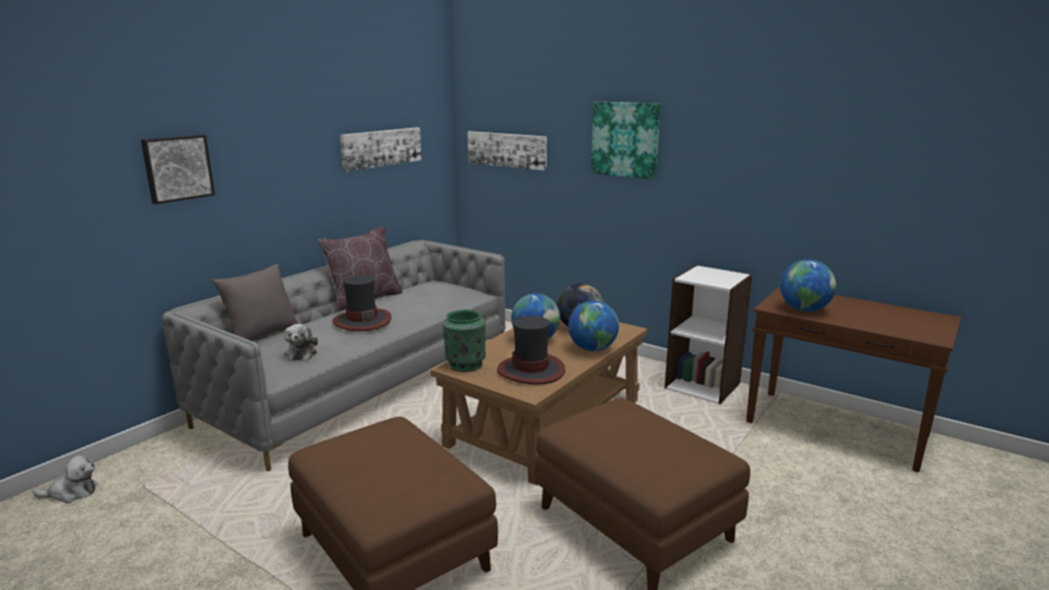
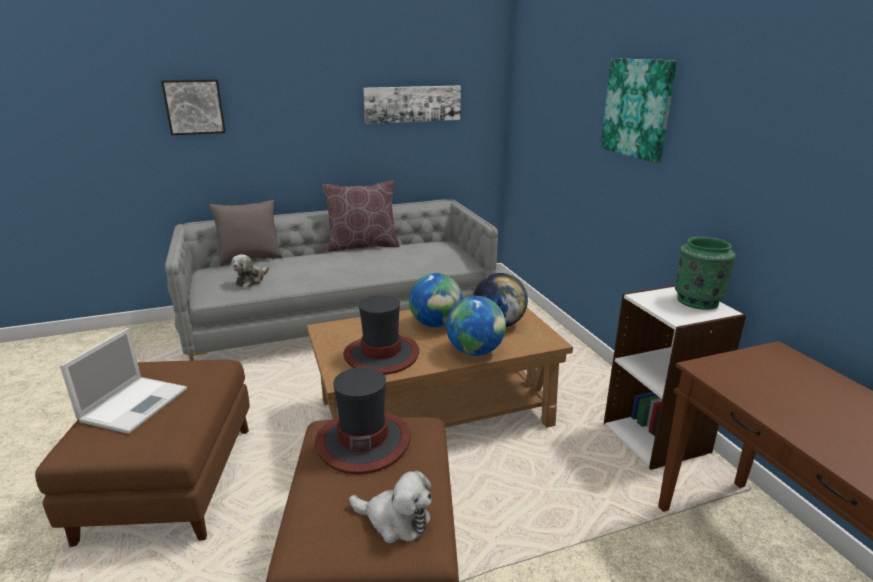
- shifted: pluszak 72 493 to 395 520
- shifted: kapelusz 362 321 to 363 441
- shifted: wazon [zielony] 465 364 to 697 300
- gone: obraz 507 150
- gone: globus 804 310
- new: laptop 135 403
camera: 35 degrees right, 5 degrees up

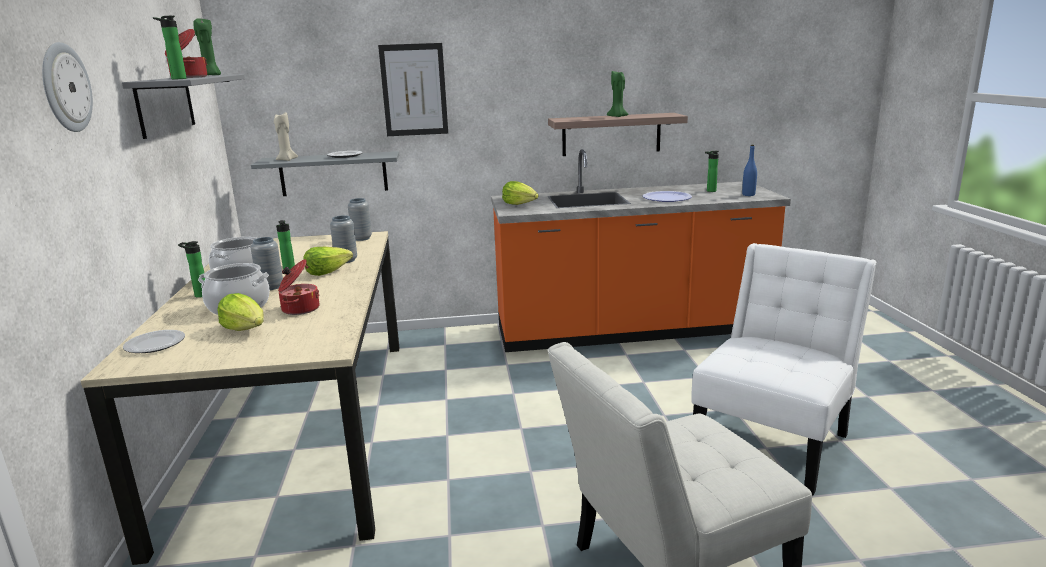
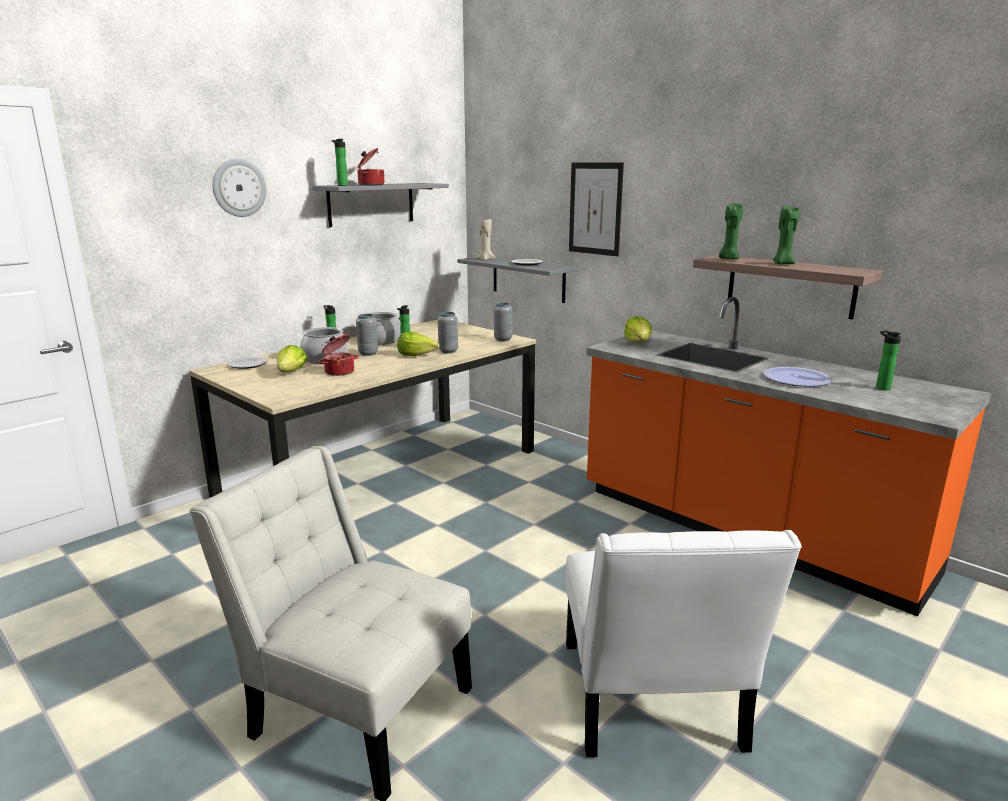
- shifted: świeca [zielony] 210 75 to 728 259
- rotated: krzesło [biały] 773 440 = 651 703 90 degrees clockwise
- gone: butelka [niebieski] 748 195
camera: 50 degrees right, 0 degrees up

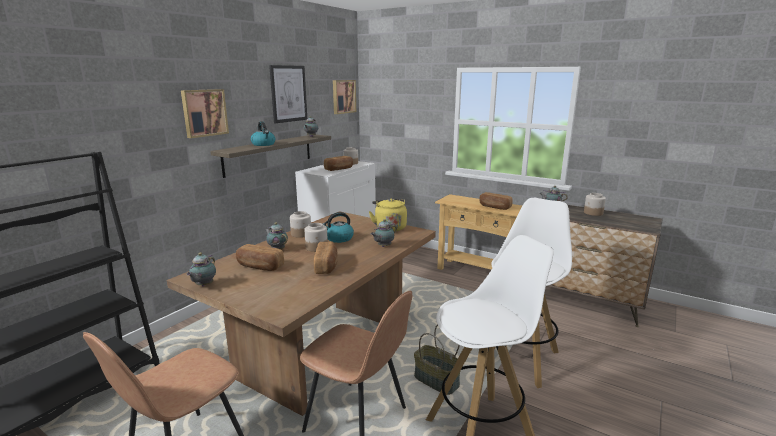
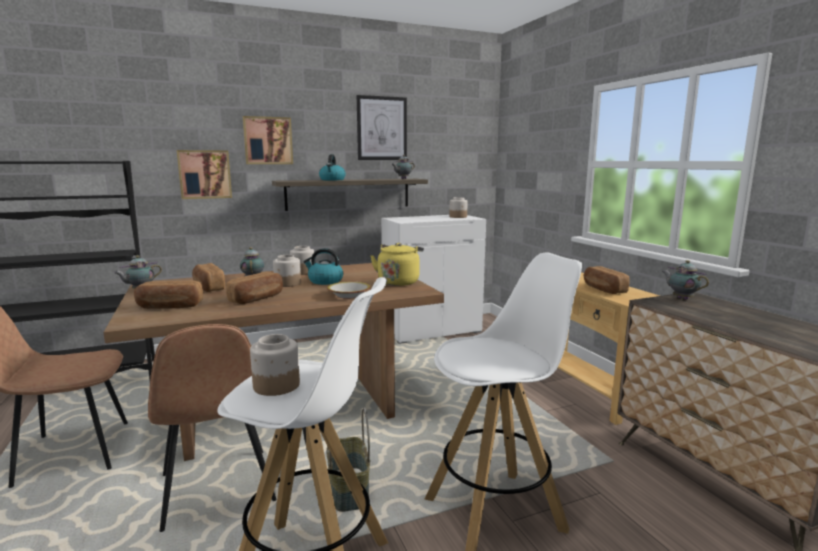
- shifted: chleb 339 169 to 170 306
- shifted: obraz 343 96 to 205 174
- swapped: imbryk 383 246 to miska 349 295
- shifted: słoik 593 213 to 276 385
camera: 35 degrees right, 5 degrees down

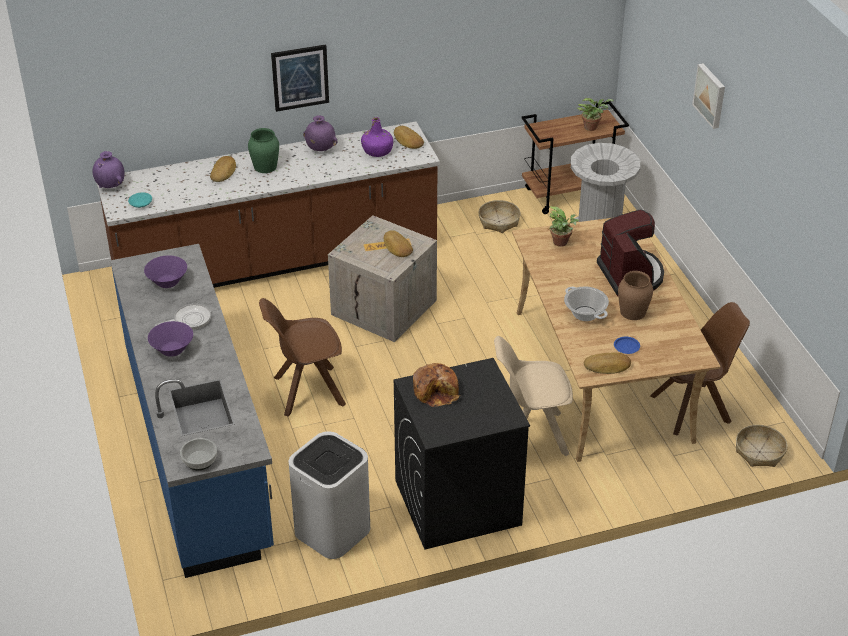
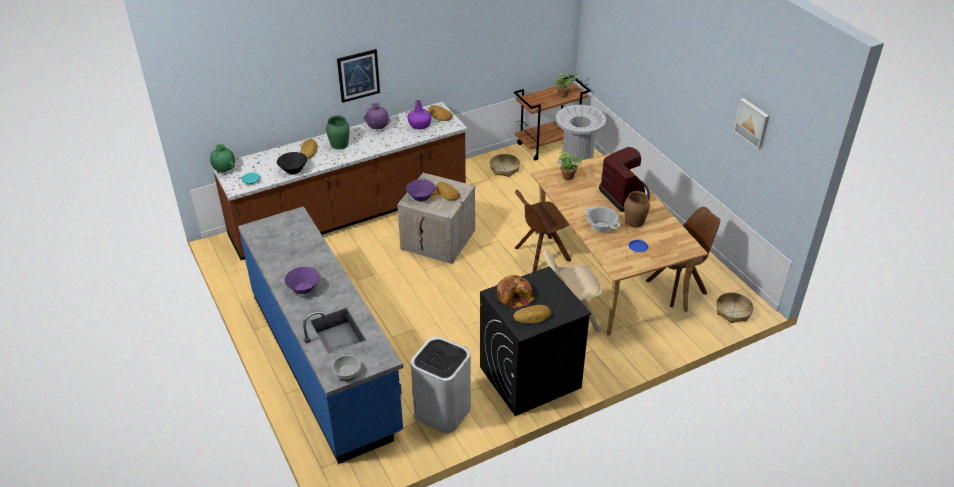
- repainted: wazon [fioletowy] 111 186 to wazon [zielony] 225 170
- shifted: miska [fioletowy] 167 282 to 421 197
- gone: patelnia 190 320
- shifted: krzesło [brązowy] 306 391 to 540 254
- shifted: chleb 607 366 to 533 317
- shifted: obraz 710 95 to 752 123
- new: miska [czarny] 293 170
camera: 10 degrees left, 0 degrees up

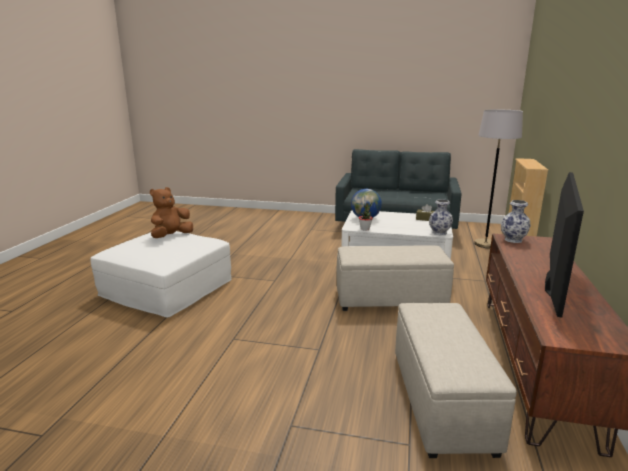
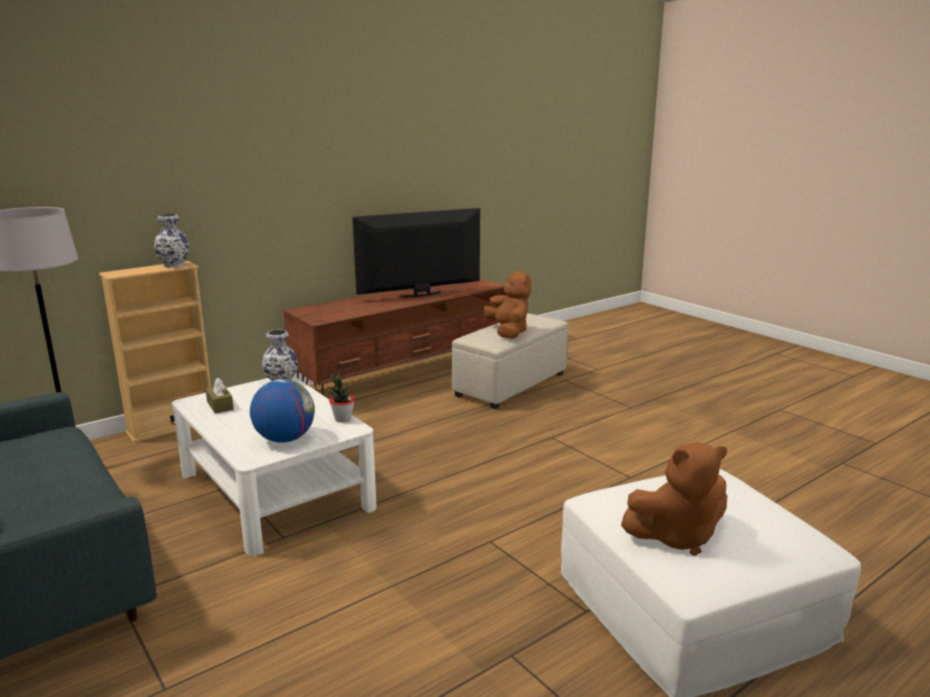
- gone: pufa [beżowy] 391 300
- shifted: wazon 513 240 to 174 265
- new: pluszak [brązowy] 508 332
camera: 140 degrees left, 0 degrees up

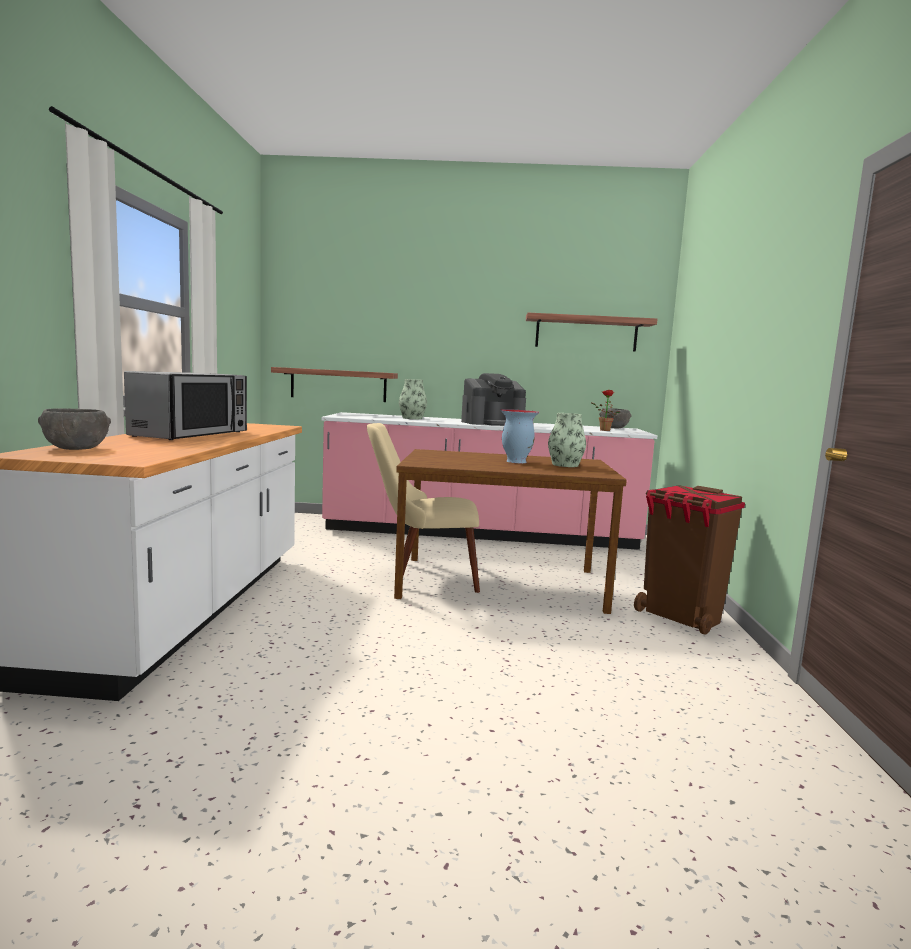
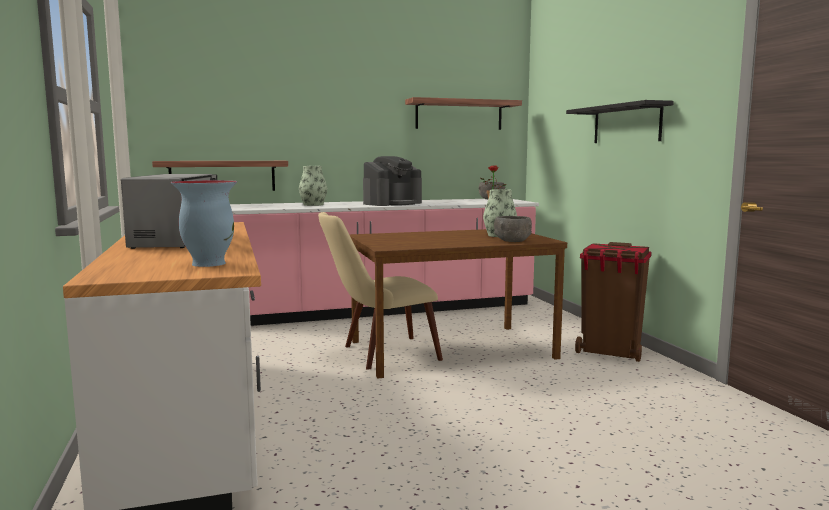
- shifted: miska [szary] 76 448 to 512 241
- shifted: wazon 515 461 to 207 263
- new: półka [czarny] 626 124
camera: 20 degrees left, 0 degrees up

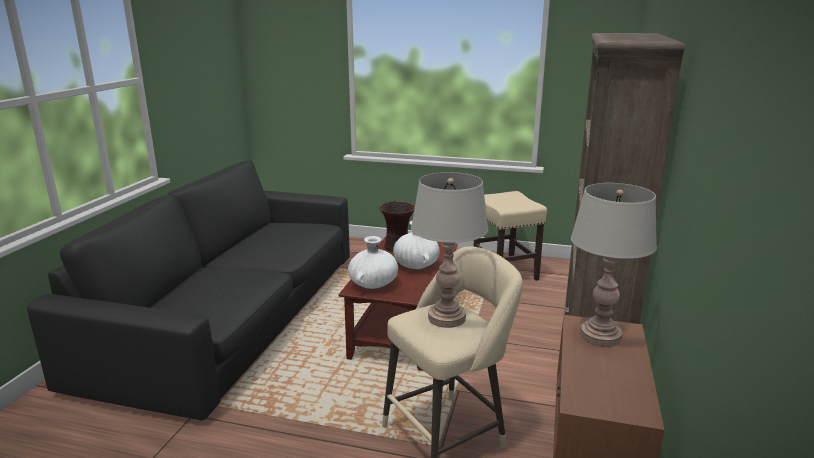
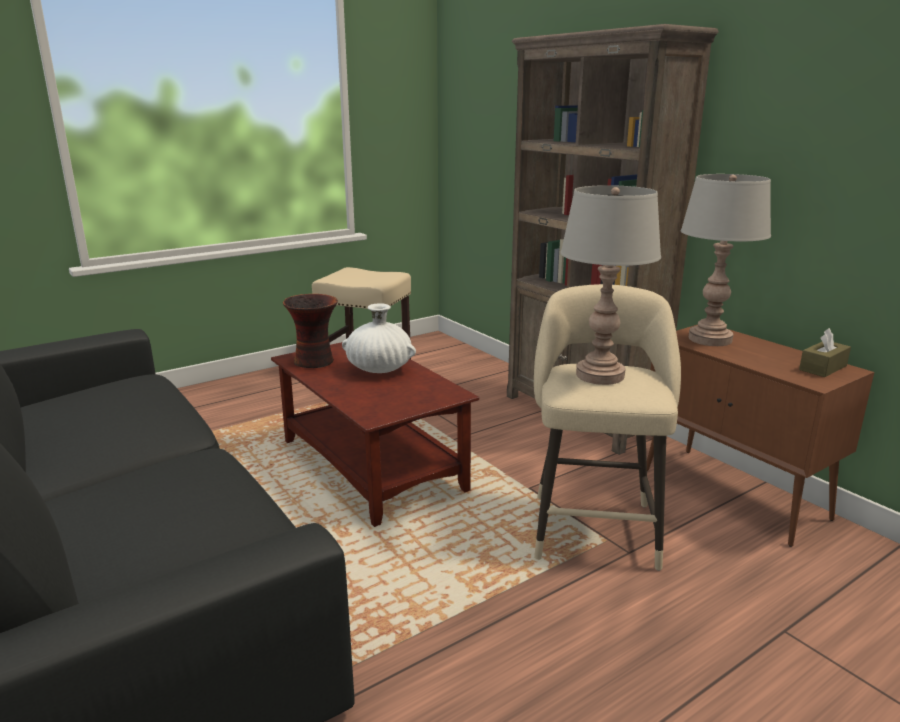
- gone: wazon [biały] 373 284
- new: pudełko chusteczek [brązowy] 823 368
camera: 50 degrees left, 0 degrees up

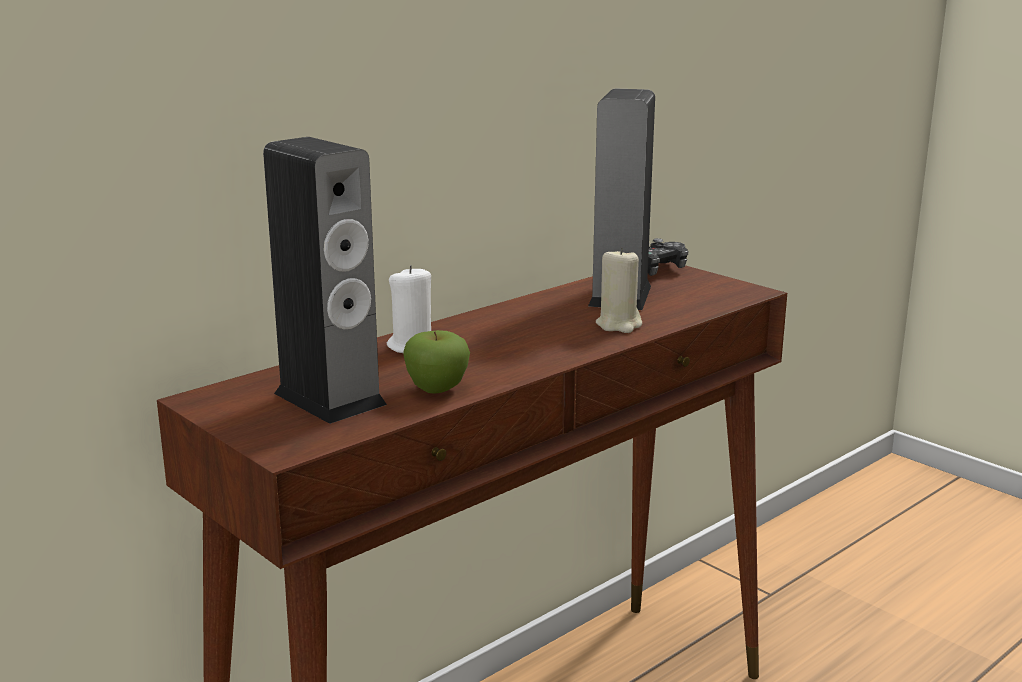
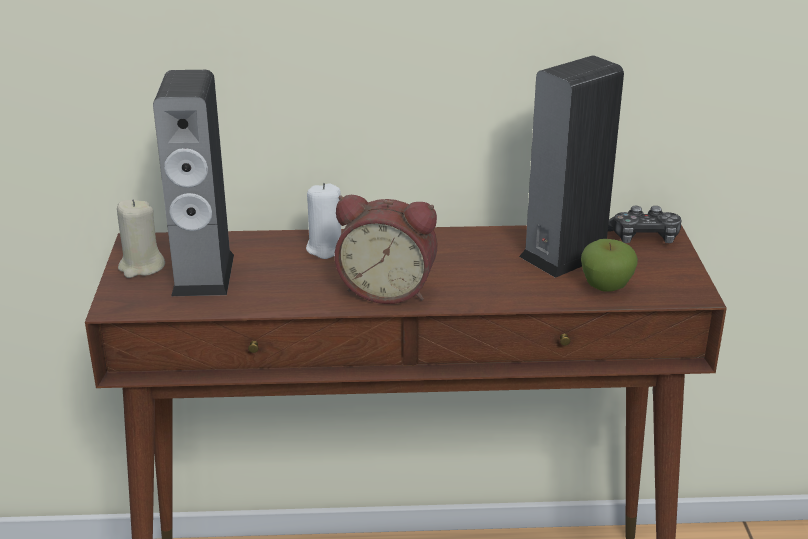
- shifted: jabłko 437 389 to 606 287
- shifted: świeca [beżowy] 619 325 to 141 267
- new: budzik 388 289
camera: 40 degrees right, 10 degrees up

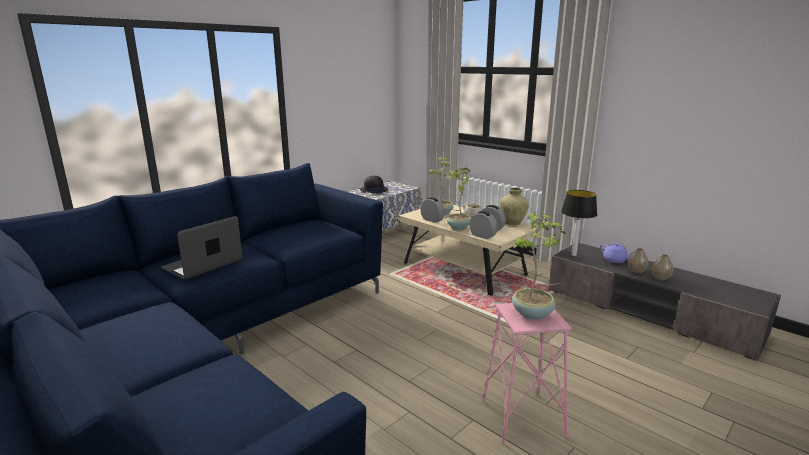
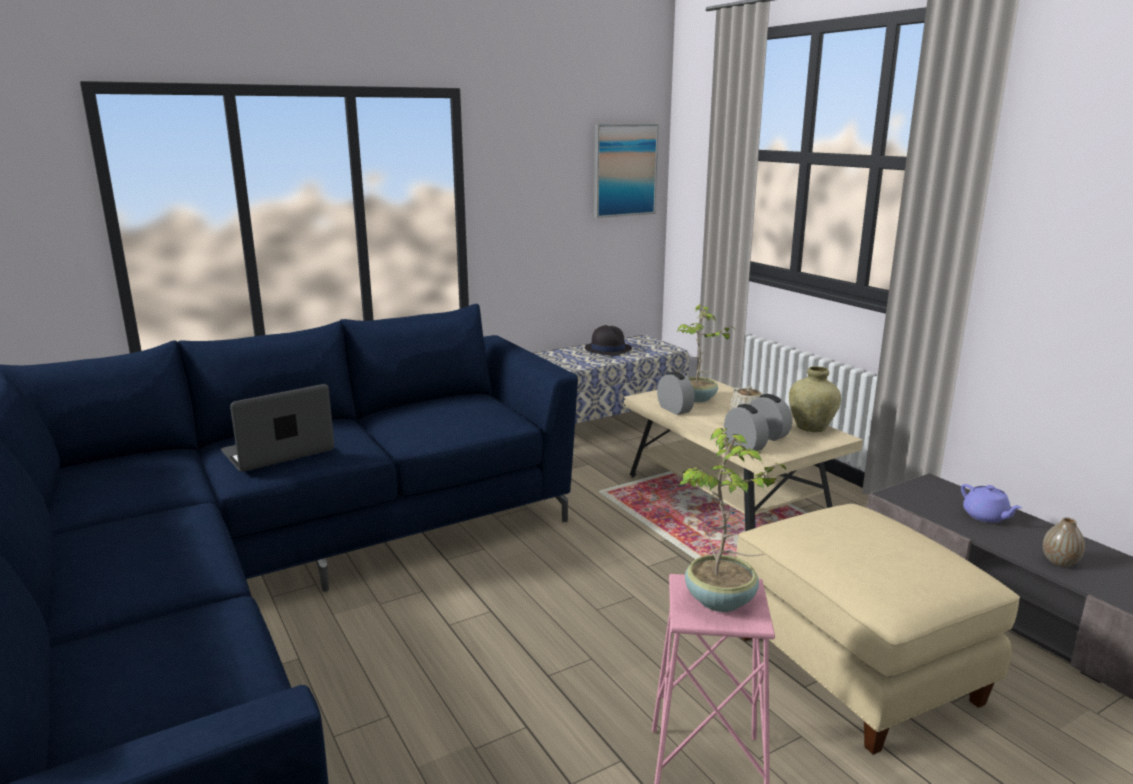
- gone: roślina doniczkowa 458 227
- gone: lampa stołowa 573 255
- gone: wazon 636 271
- new: obraz 624 170
- new: pufa [beżowy] 857 668
camera: 15 degrees right, 0 degrees up

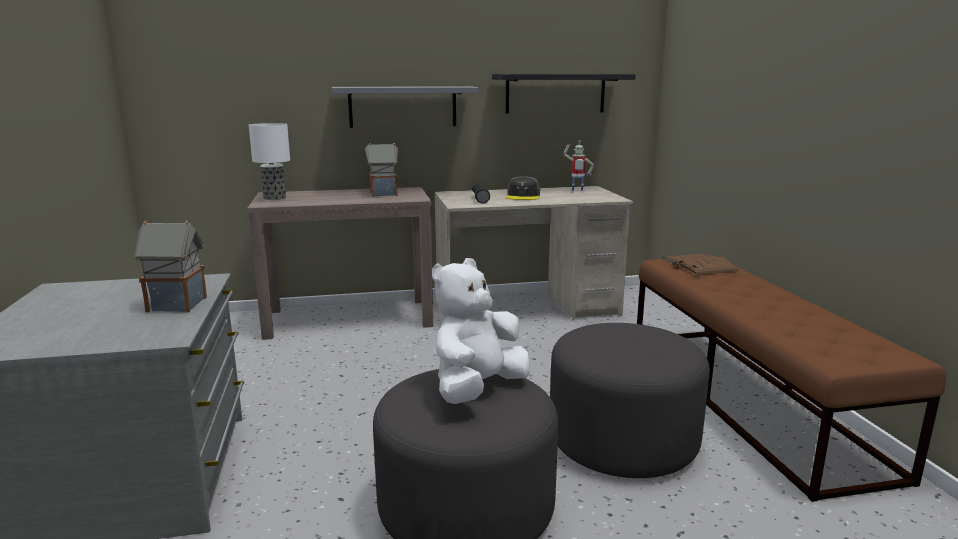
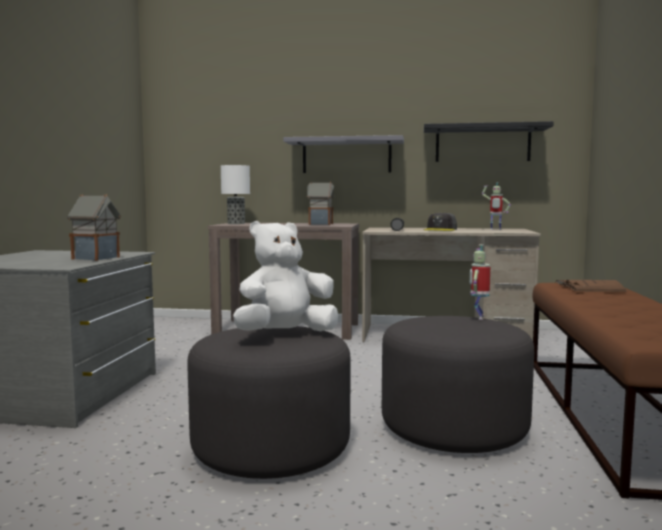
- new: robot zabawkowy 478 317
camera: 20 degrees right, 10 degrees down

